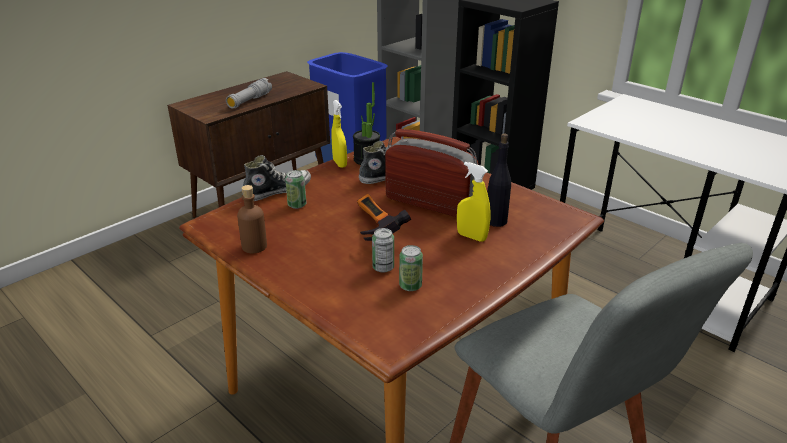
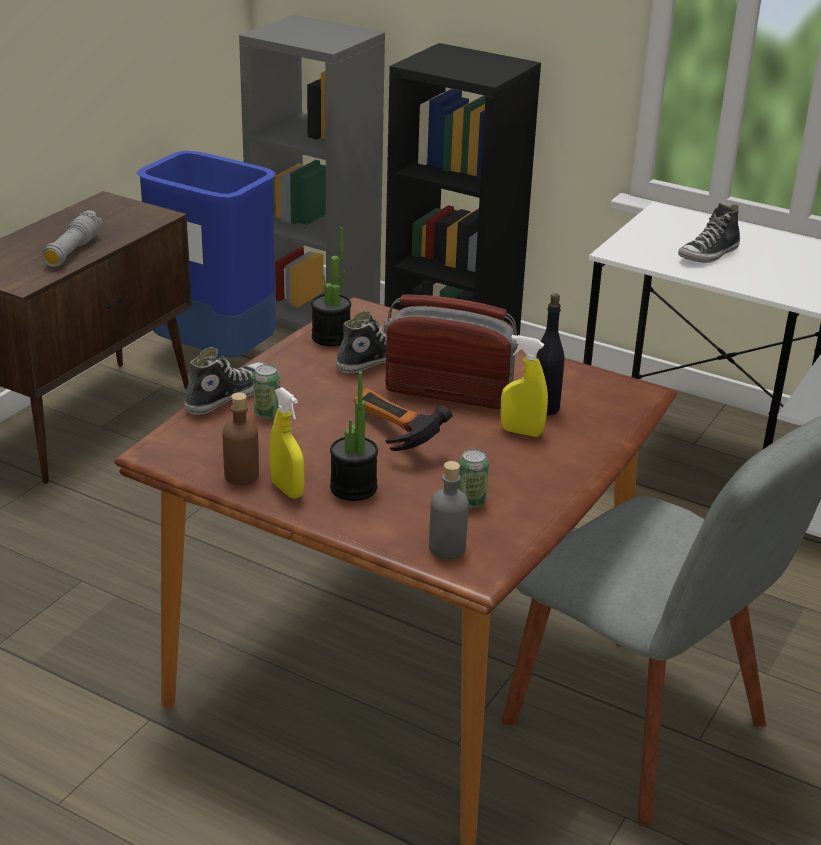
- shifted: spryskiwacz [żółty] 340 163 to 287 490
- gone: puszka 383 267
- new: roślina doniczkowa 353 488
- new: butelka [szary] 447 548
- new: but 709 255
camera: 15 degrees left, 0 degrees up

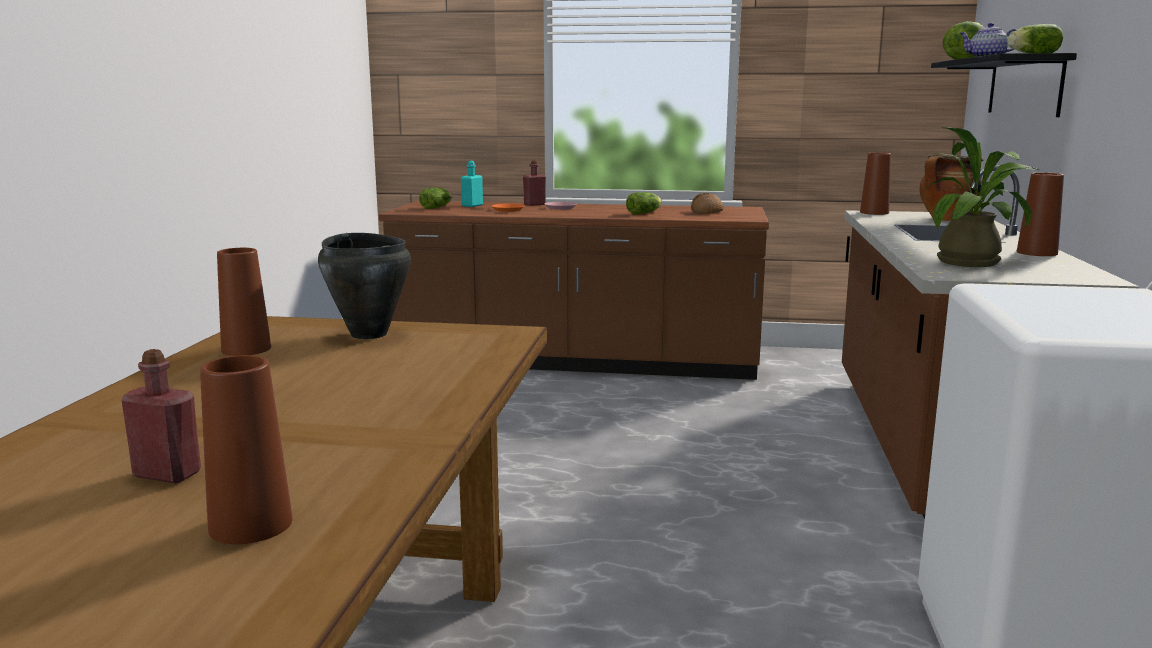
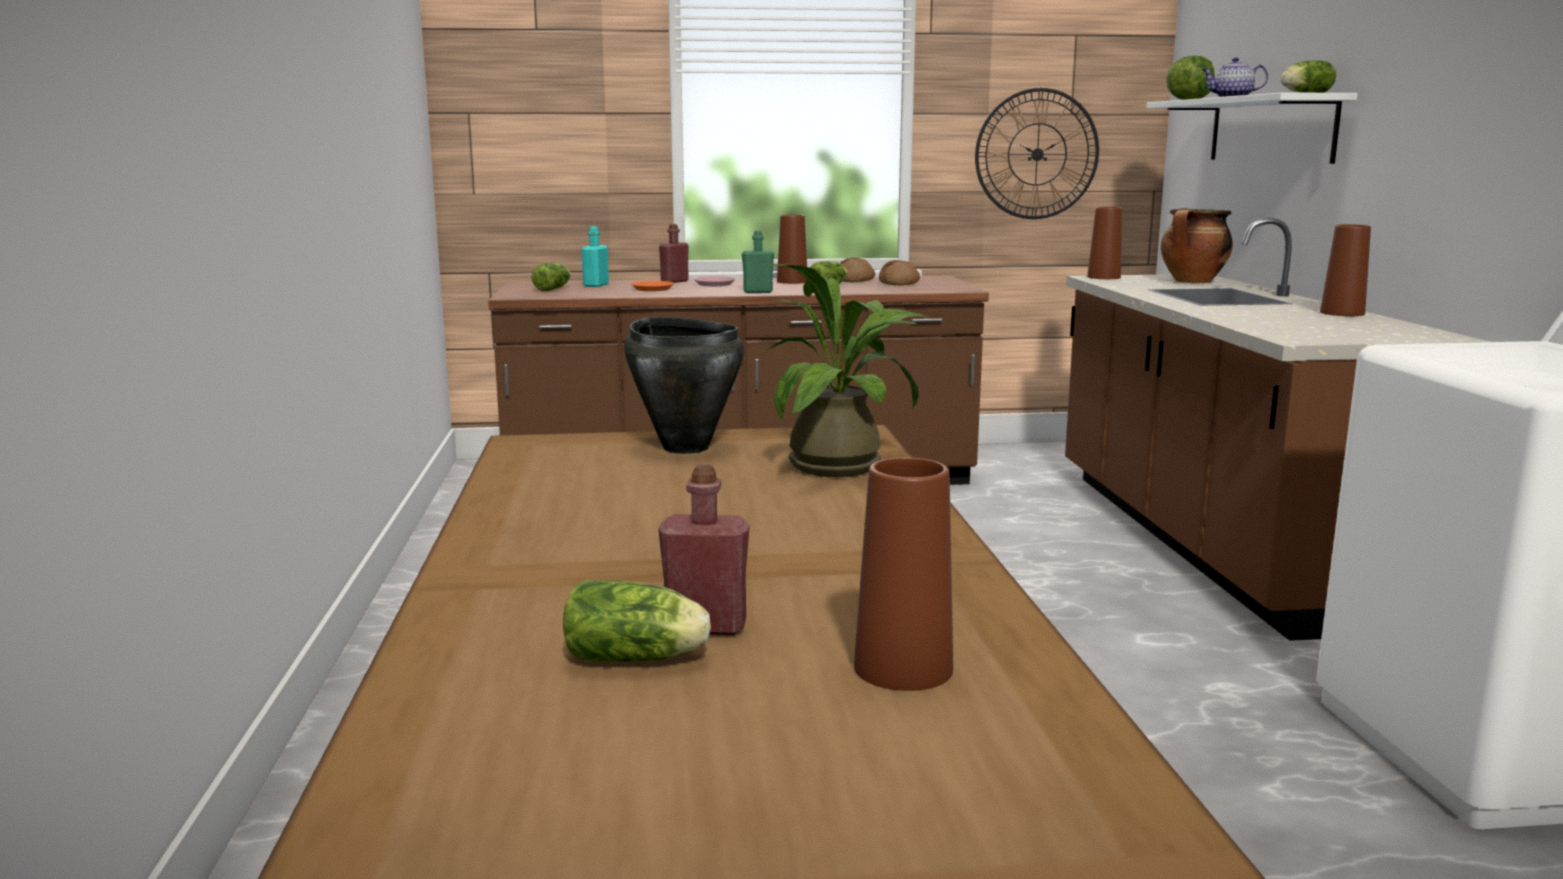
- shifted: wazon [brązowy] 246 349 to 792 281
- shifted: roślina doniczkowa 975 262 to 846 465
- repainted: półka [czarny] 1024 86 to półka [biały] 1271 130
- new: sałata 639 659
- new: butelka [zielony] 758 292
- new: chleb 855 280
- new: zegar ścienny 1037 154
camera: 15 degrees left, 0 degrees up

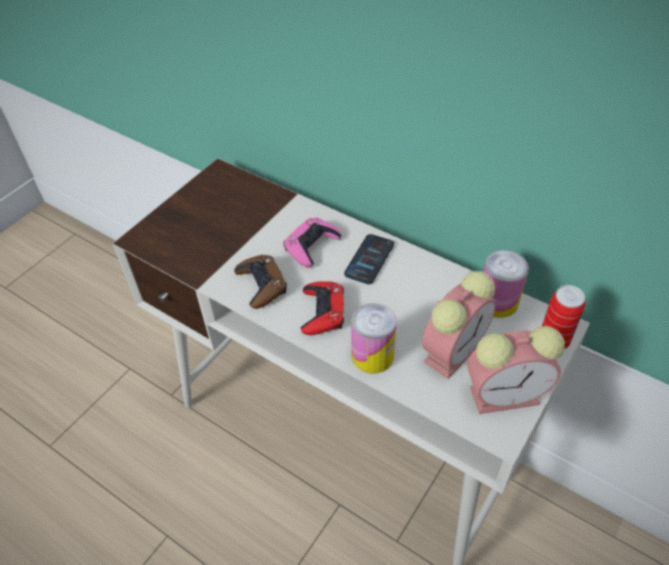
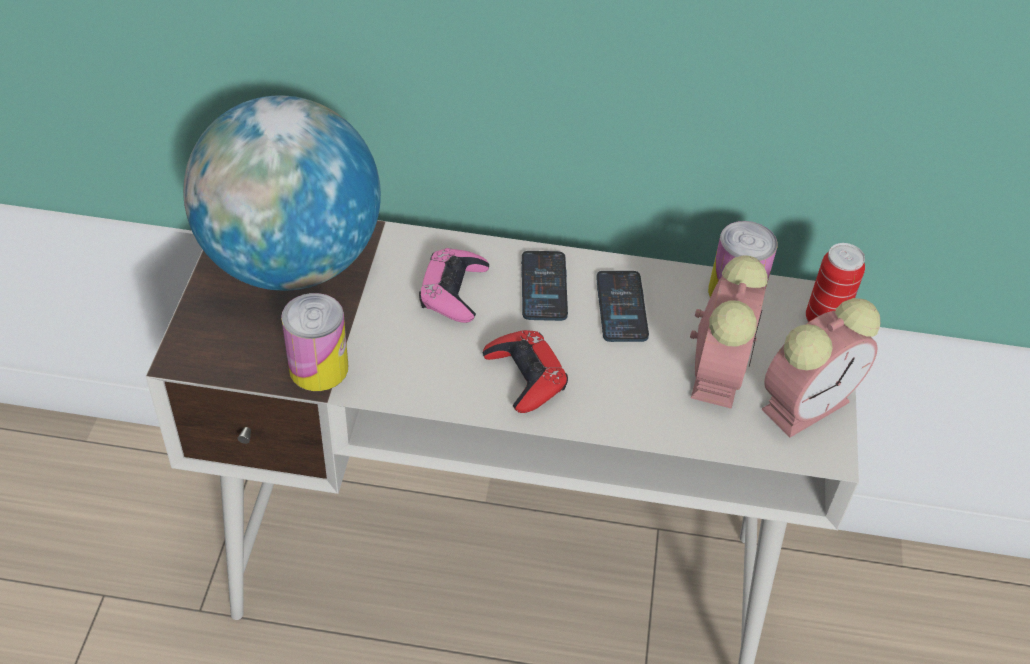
- gone: pad do gier [brązowy] 261 285
- shifted: puszka 372 355 to 318 368
- new: globus 292 261
- new: telefon 621 307
camera: 30 degrees left, 0 degrees up

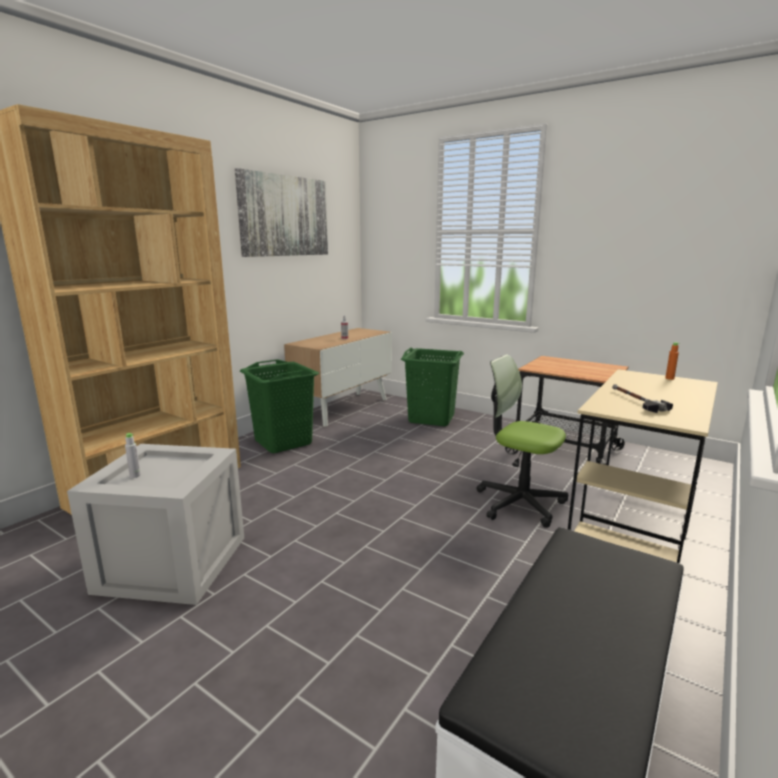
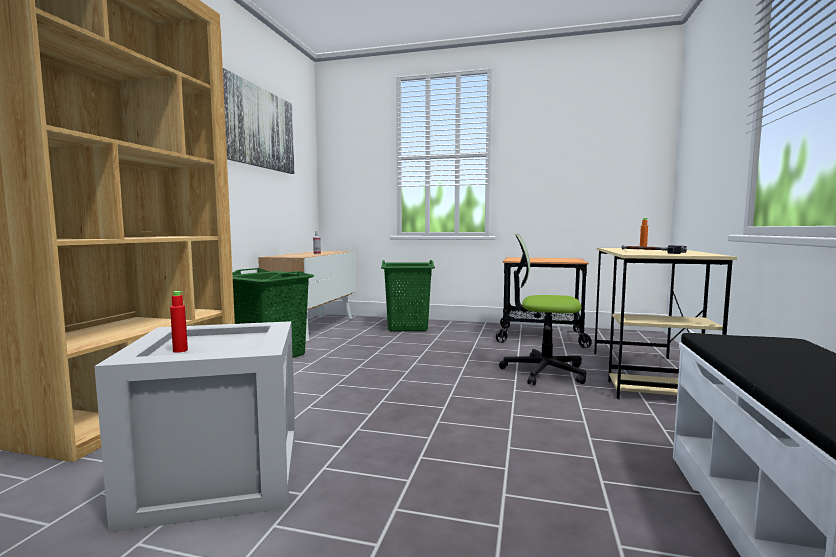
- repainted: butelka [szary] 135 475 to butelka [czerwony] 180 350
camera: 20 degrees left, 10 degrees down

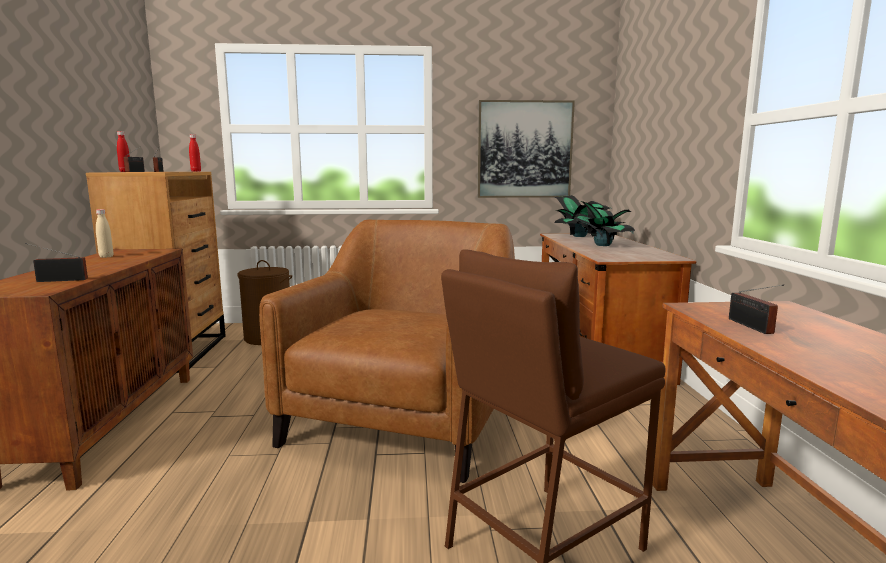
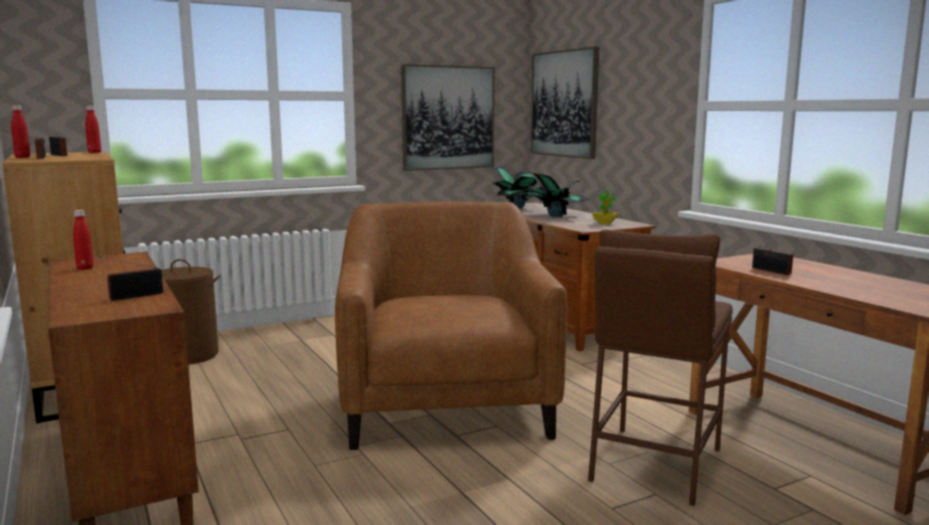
- repainted: butelka [beżowy] 106 257 to butelka [czerwony] 85 268
- new: obraz 564 104
- new: roślina doniczkowa 605 223
camera: 25 degrees left, 0 degrees up

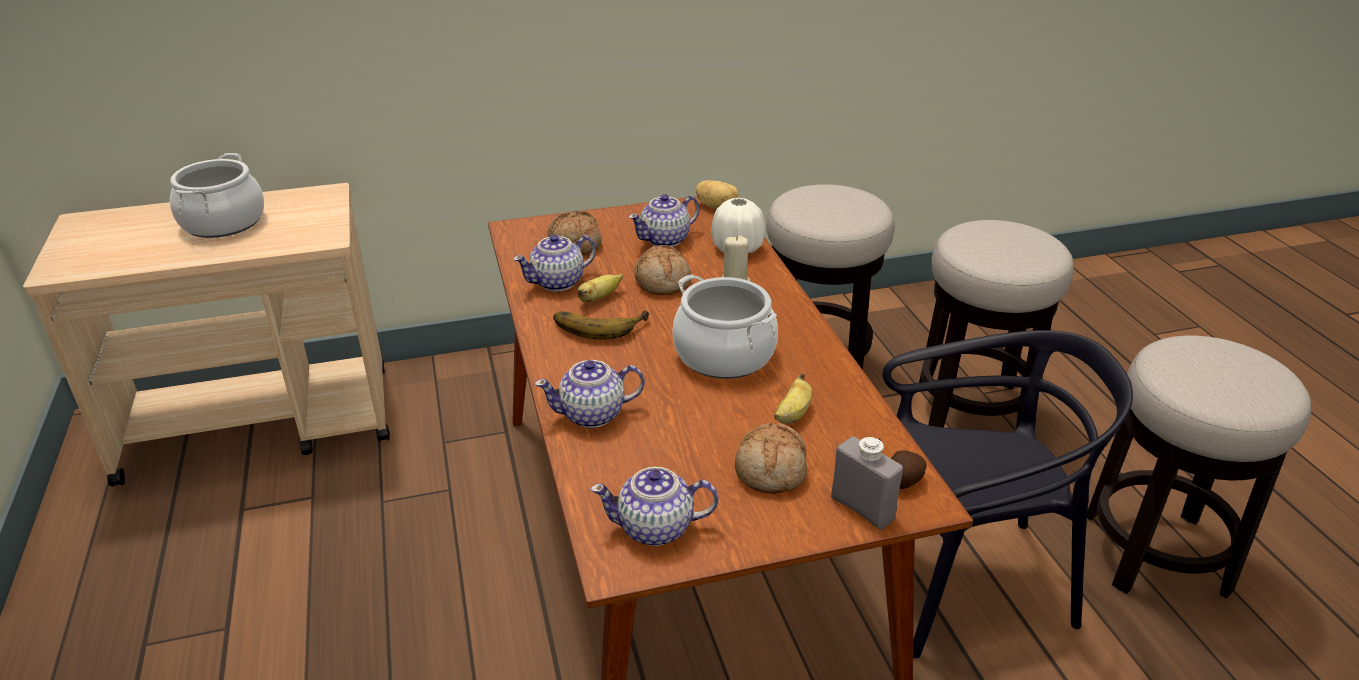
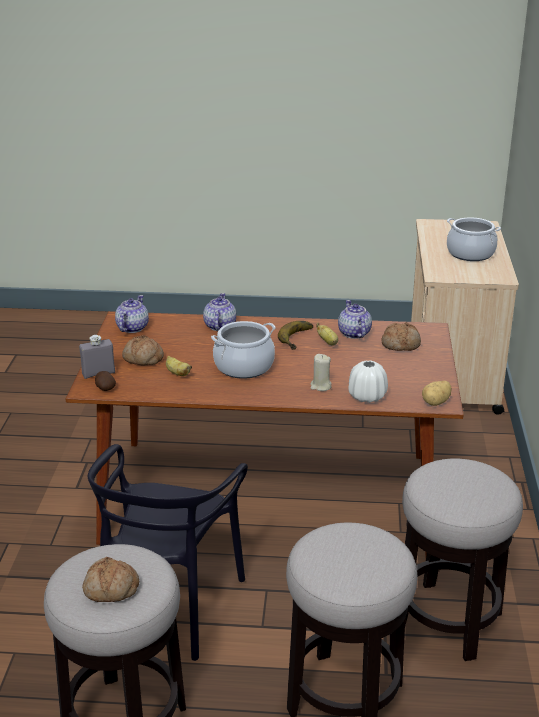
- gone: imbryk 665 240
- shifted: chleb 663 281 to 110 589
camera: 110 degrees right, 5 degrees down

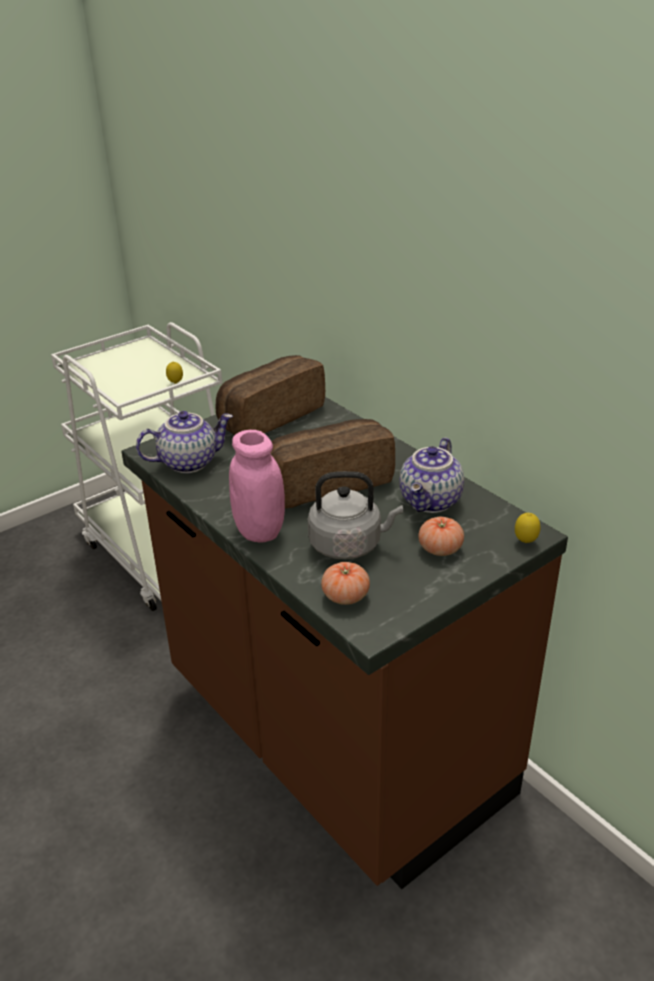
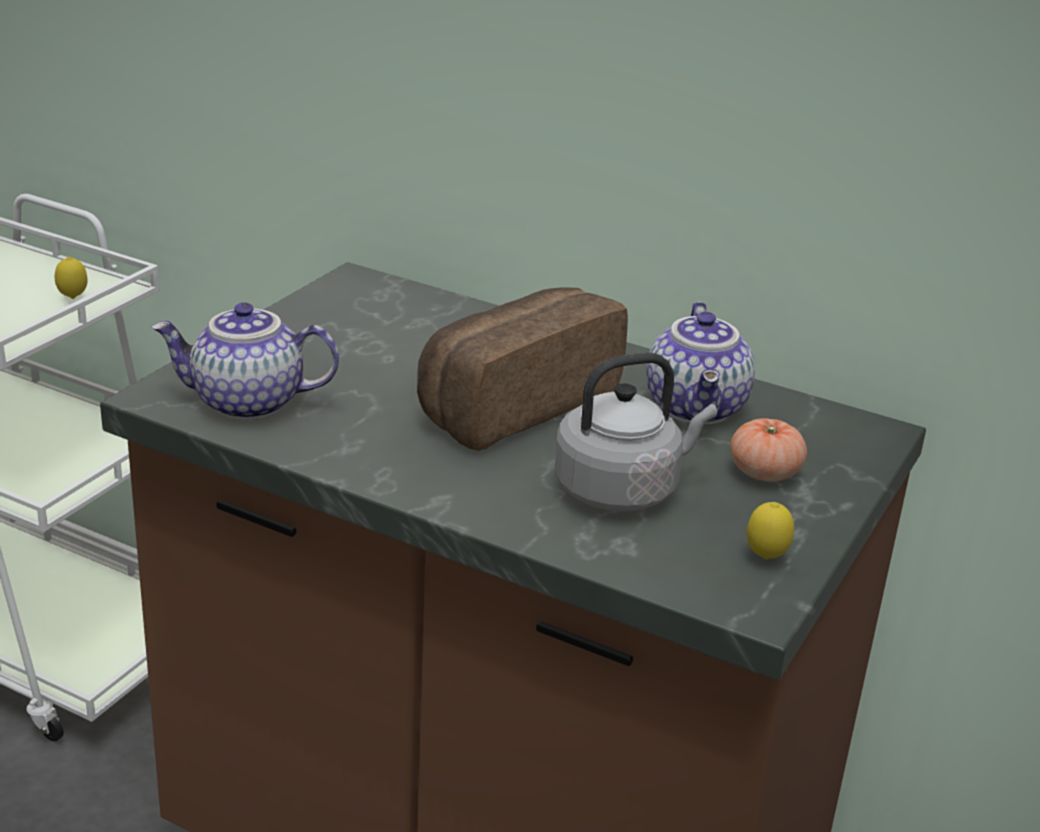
- rotated: imbryk 189 462 = 246 404 135 degrees counterclockwise
- gone: chleb 268 416
- gone: słoik [różowy] 259 531
- gone: pomidor 345 596
- shifted: cytryna 525 542 to 765 558
camera: 25 degrees left, 5 degrees down

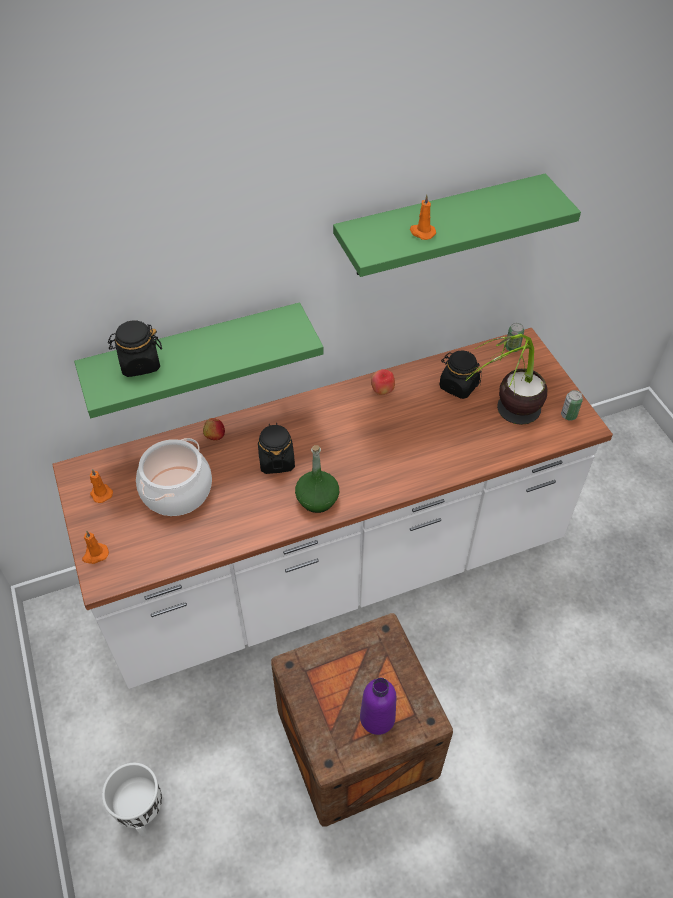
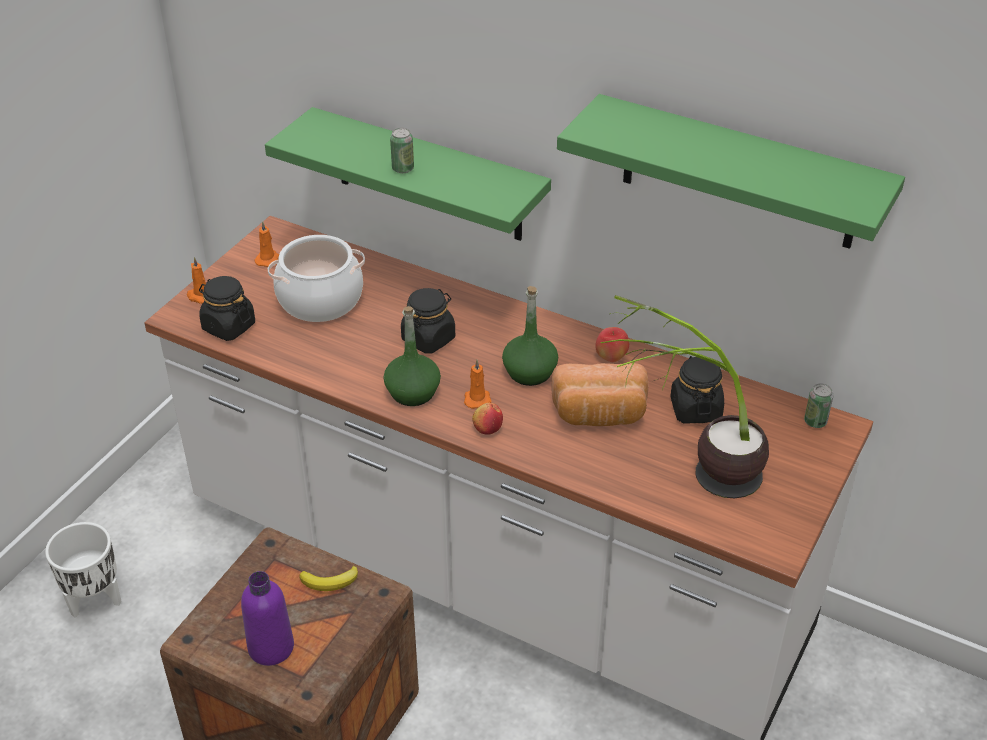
- shifted: słoik [czarny] 139 363 to 228 326
- shifted: jabłko 214 435 to 487 428
- shifted: świeca [pomarańczowy] 422 232 to 477 399
- shifted: puszka 568 415 to 403 168
- new: banan 330 581
- new: butelka [zielony] 530 372
- new: chleb 599 415
camera: 50 degrees right, 10 degrees down

